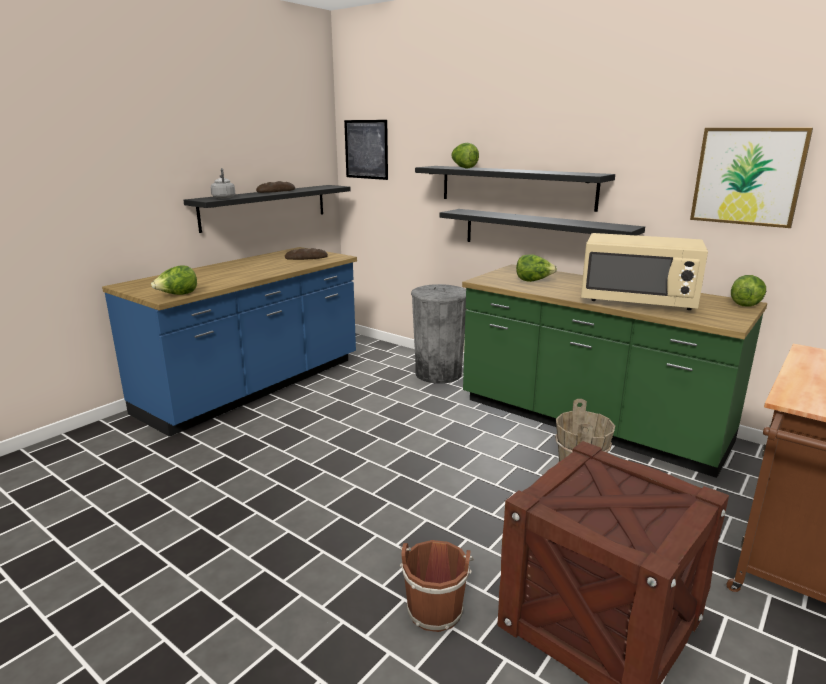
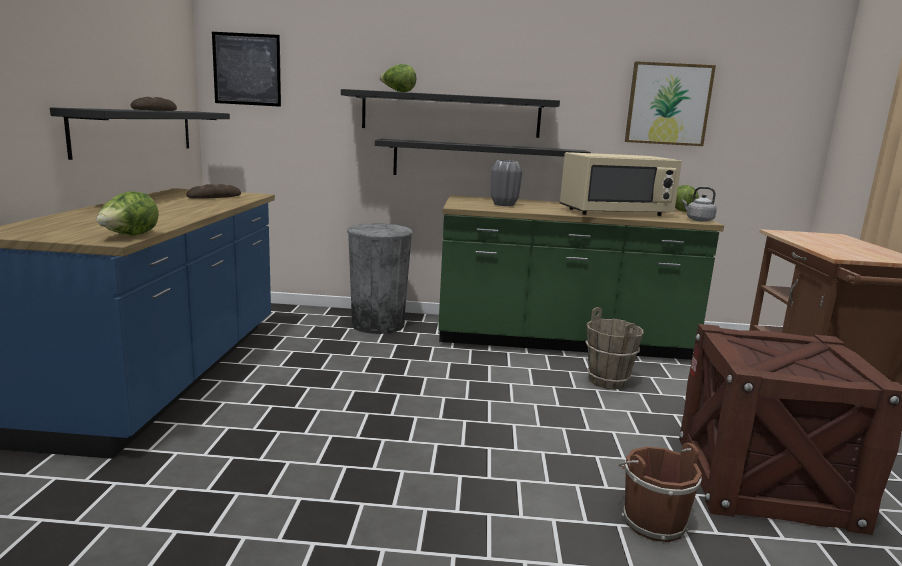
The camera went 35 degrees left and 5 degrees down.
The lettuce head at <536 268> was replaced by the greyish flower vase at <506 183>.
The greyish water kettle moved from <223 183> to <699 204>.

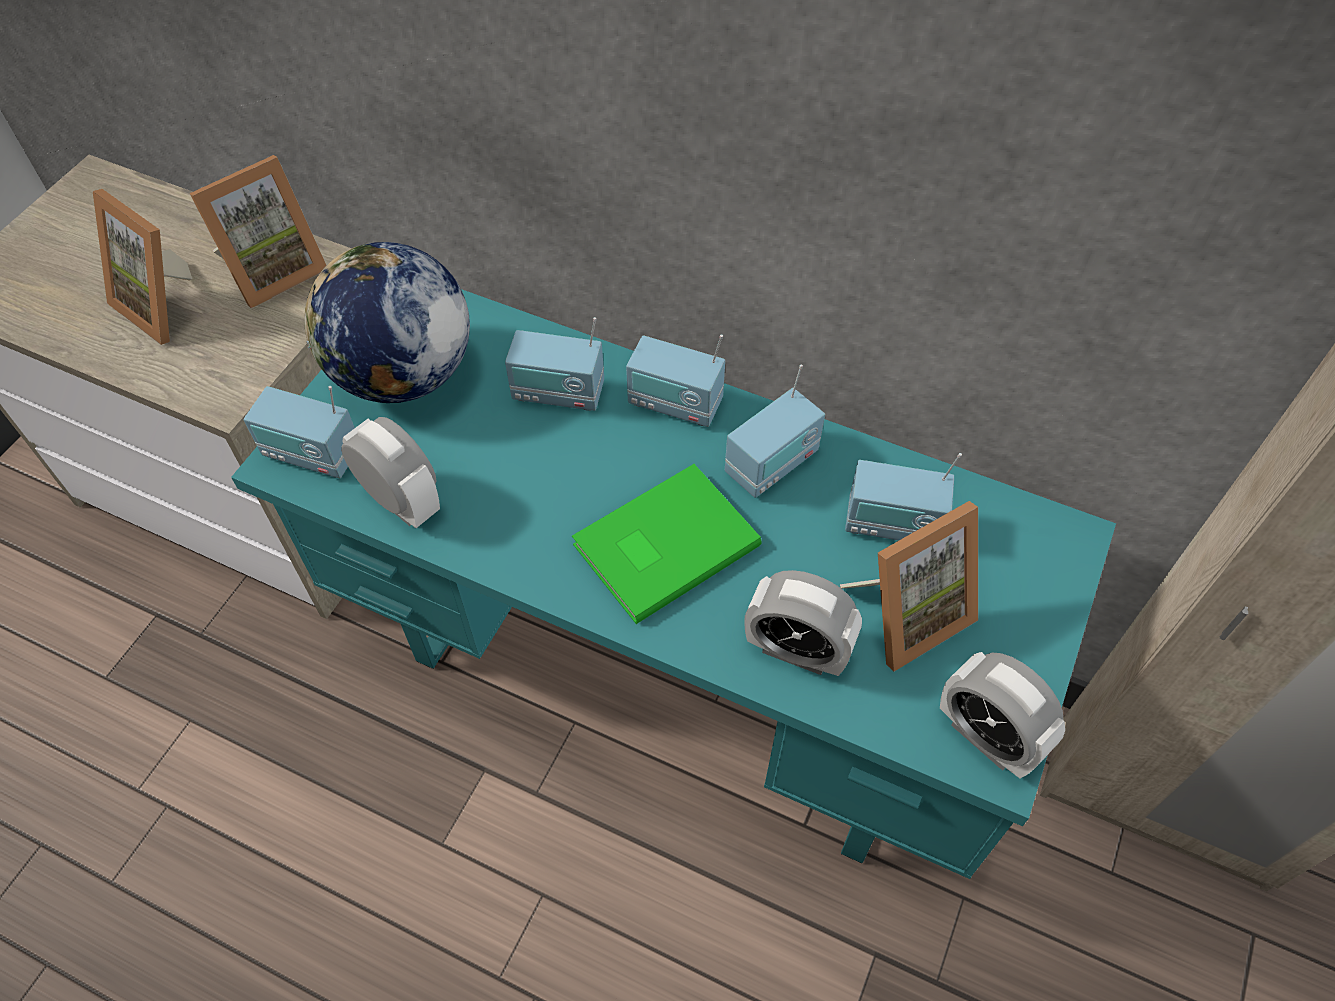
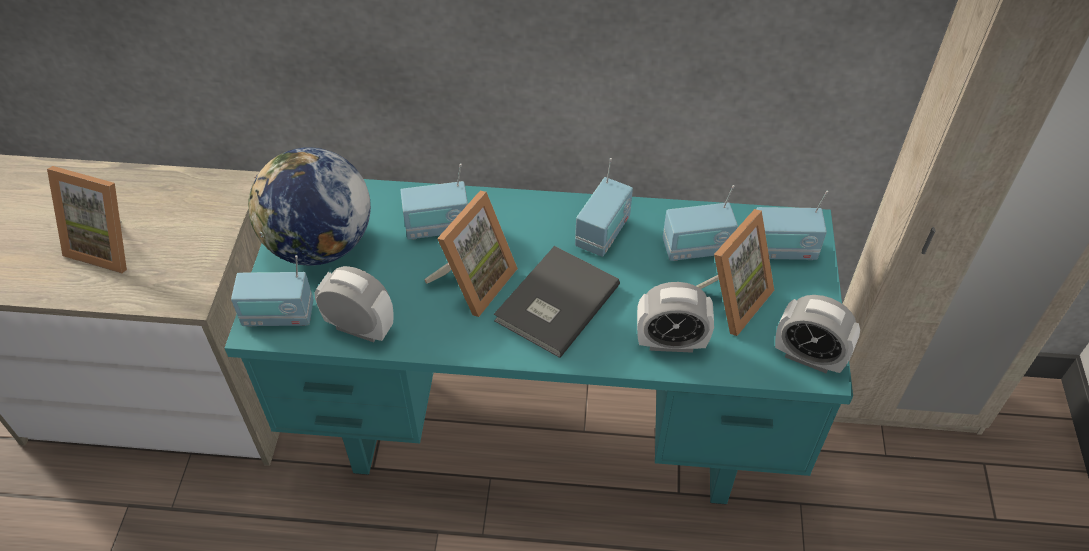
The camera went 20 degrees left and 5 degrees down.
The photo frame moved from <258 231> to <471 254>.
The greenish book at <667 544> became the greyish book at <557 302>.
The radio moved from <675 381> to <792 225>.

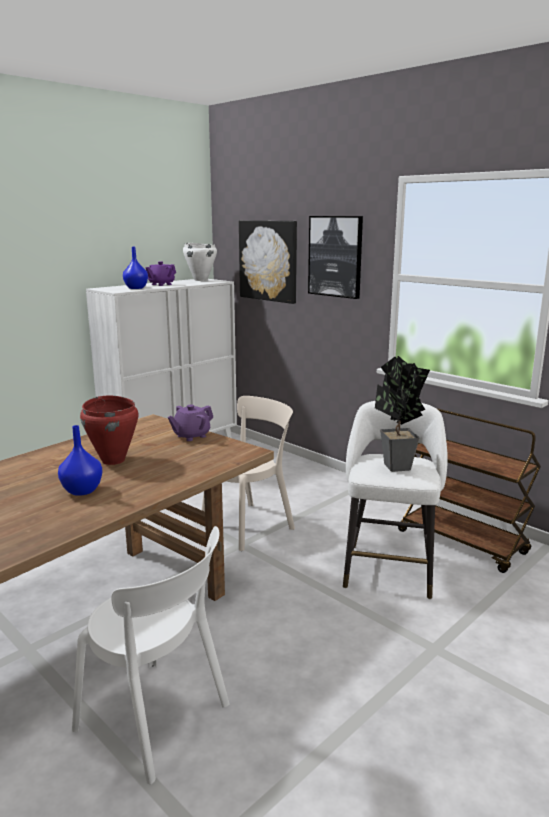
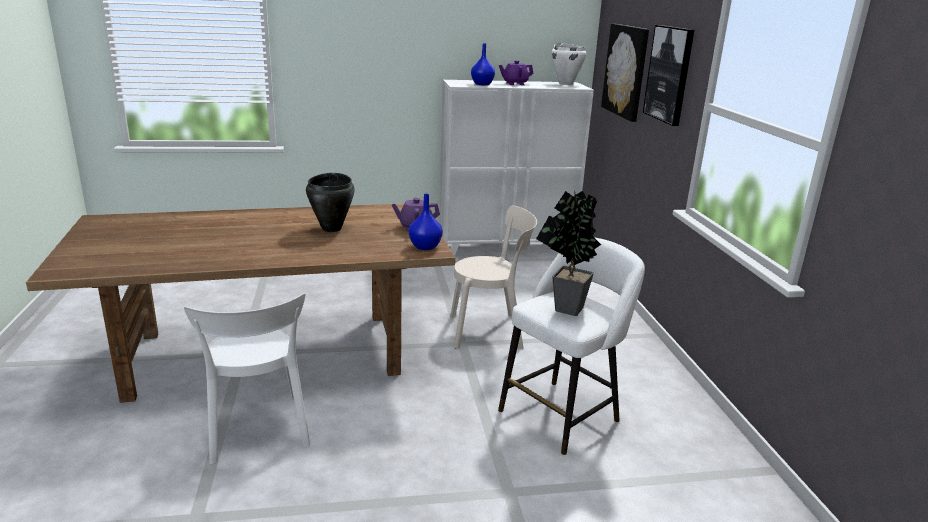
The camera went 35 degrees right and 5 degrees up.
The red-coloured saucepot at <109 430> became the blackish saucepot at <330 202>.
The blue-coloured flower vase moved from <80 460> to <426 222>.
The brown wheeled cart at <469 490> disappeared.

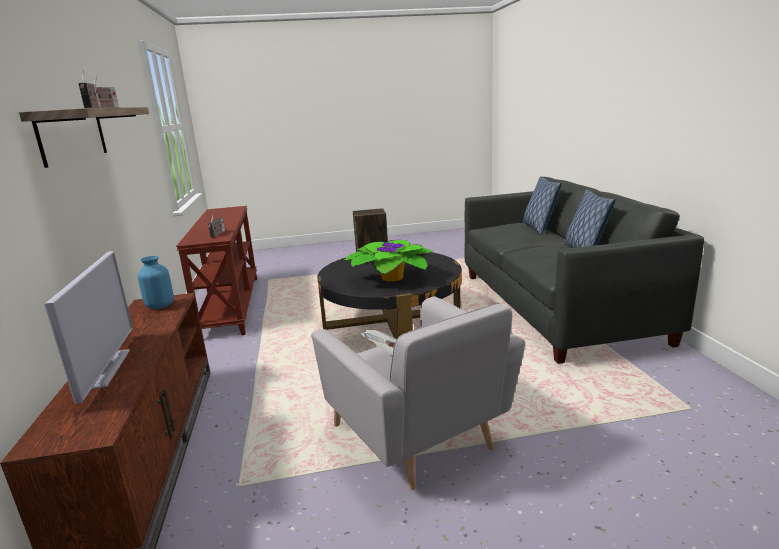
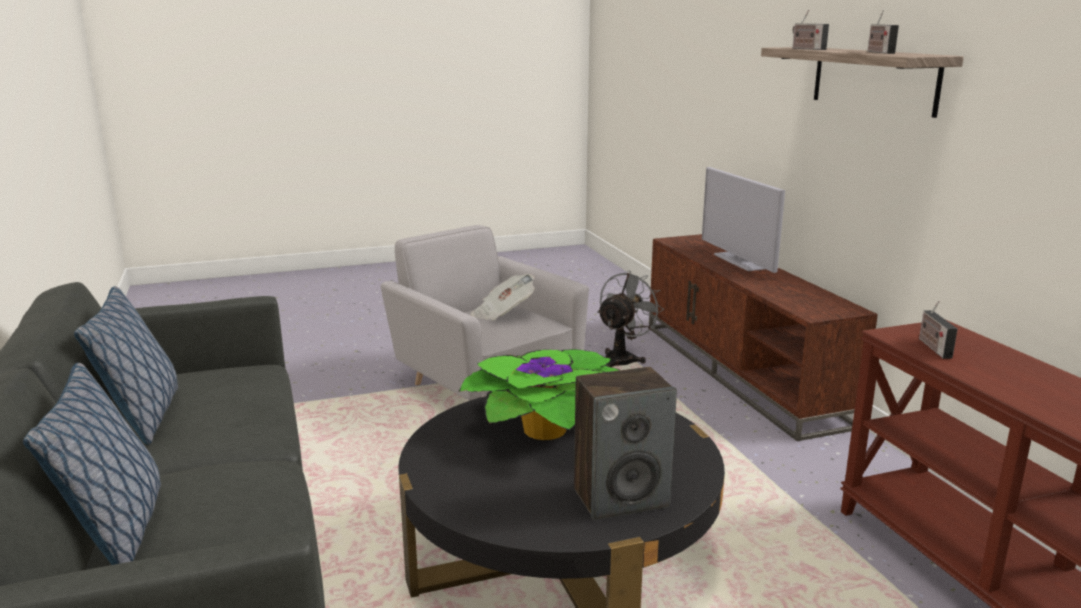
The camera went 170 degrees right and 0 degrees up.
The greyish cooling fan at <630 318> appeared.
The blue-coloured flower vase at <156 282> disappeared.

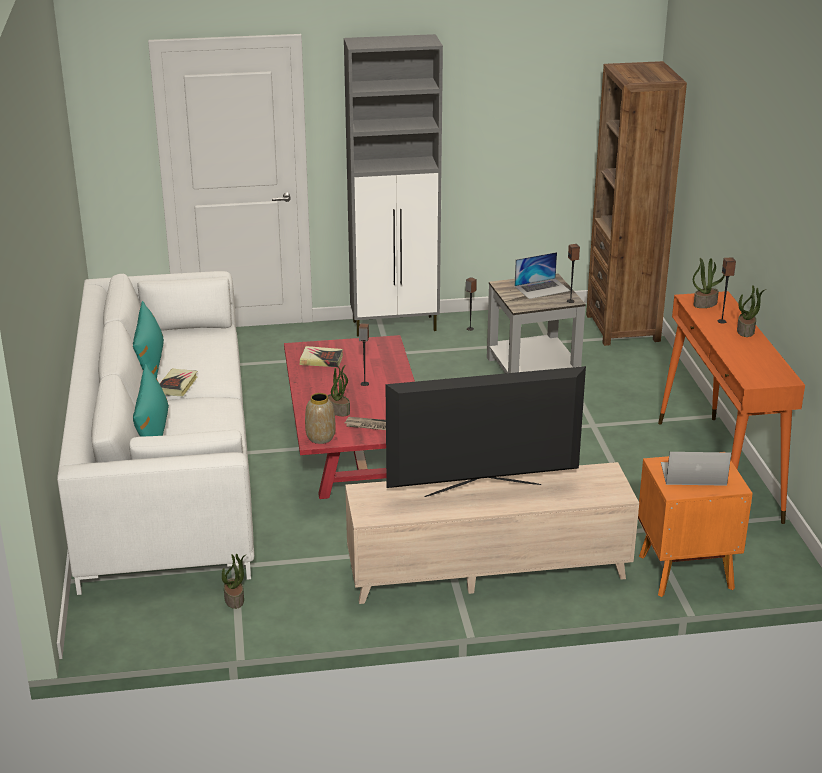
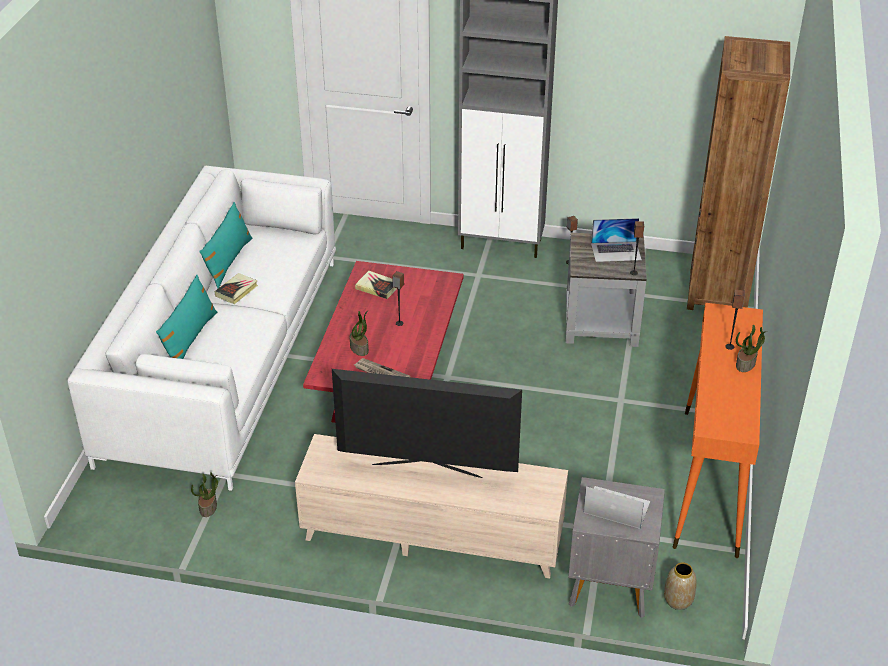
The camera went 20 degrees right and 10 degrees up.
The orangey night table at <695 526> became the greyish night table at <616 547>.
The flower vase moved from <320 418> to <680 586>.
The potted plant at <709 283> disappeared.

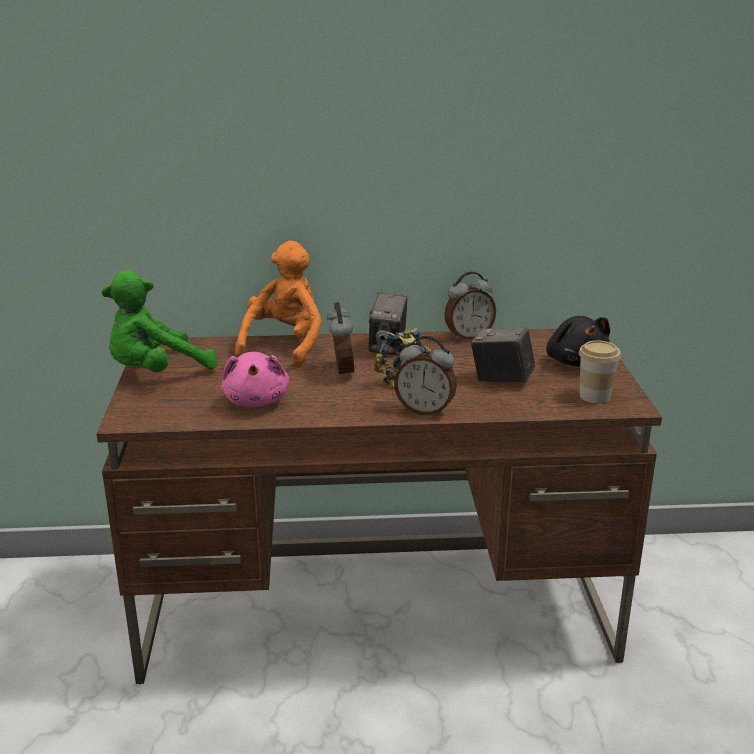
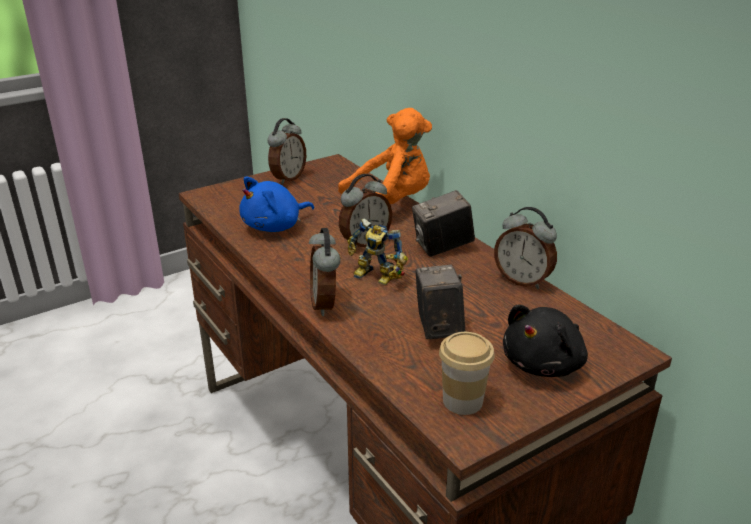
The camera went 60 degrees right and 5 degrees up.
The pink soft toy at <255 379> became the blue-coloured soft toy at <276 204>.
The greenish soft toy at <160 321> was replaced by the alarm clock at <287 151>.

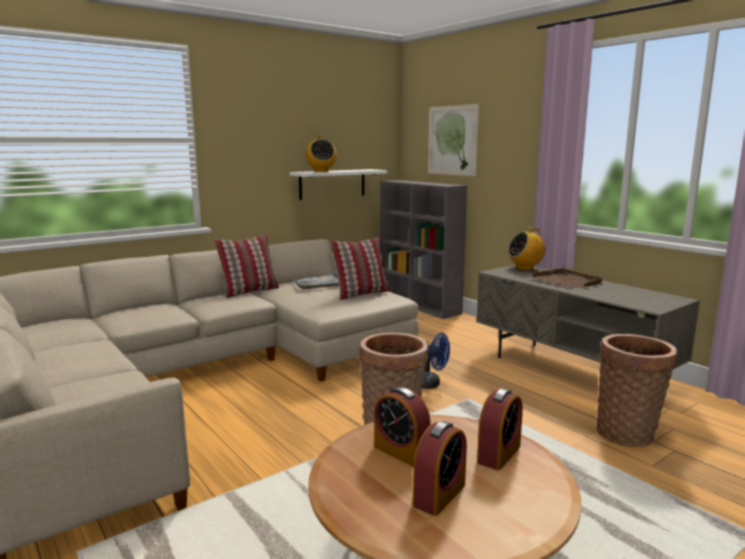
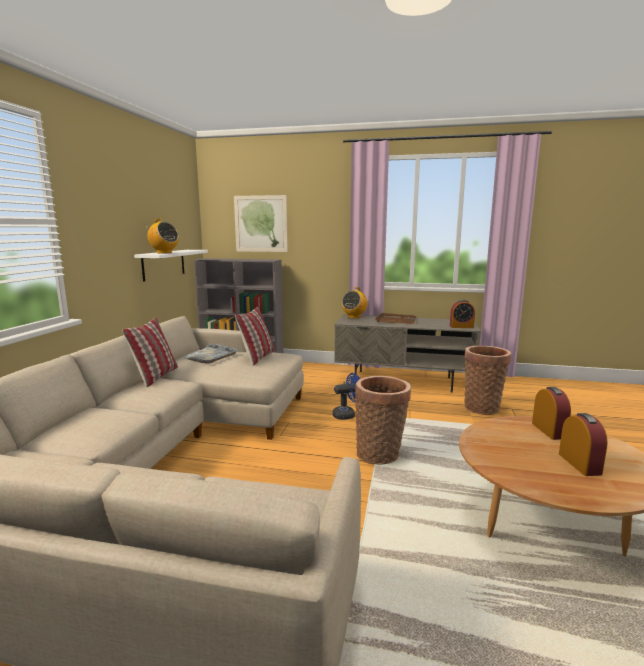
The camera went 40 degrees left and 0 degrees up.
The alarm clock moved from <402 427> to <462 314>.

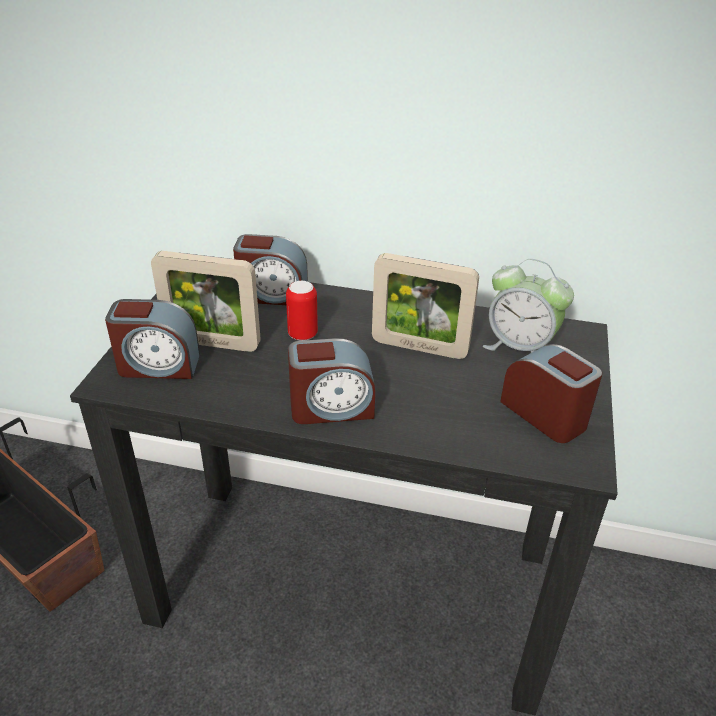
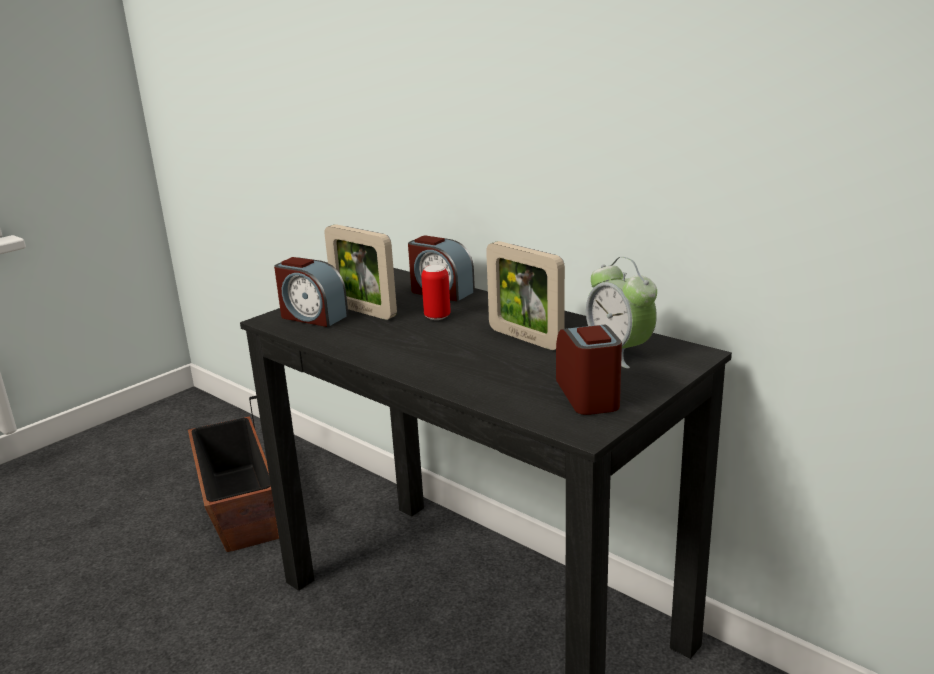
The camera went 30 degrees right and 15 degrees down.
The alarm clock at <332 381> disappeared.

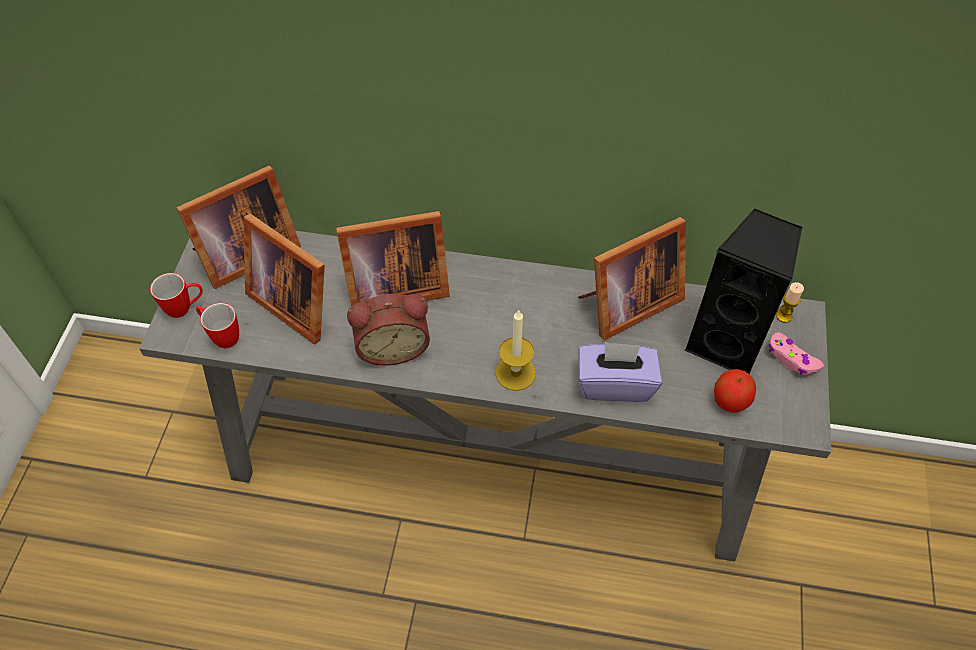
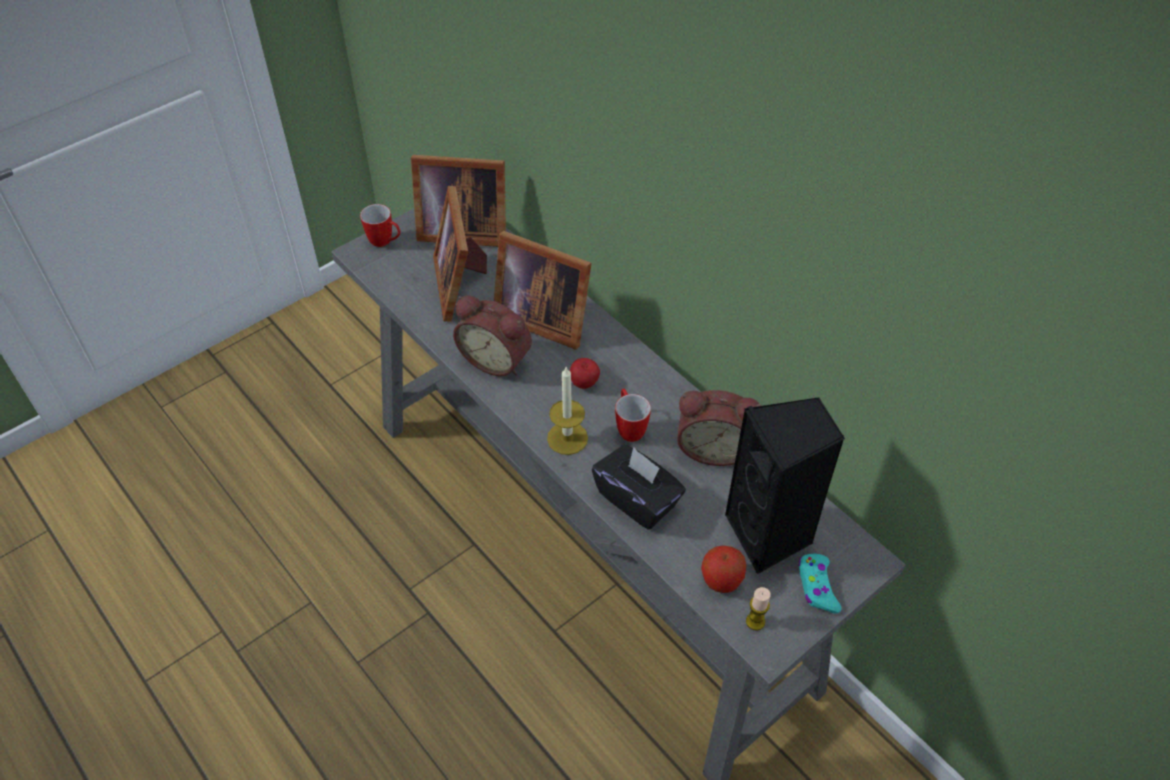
The camera went 40 degrees right and 5 degrees down.
The apple at <585 373> appeared.
The purple box of tissues at <620 372> became the blackish box of tissues at <639 487>.
The mug moved from <217 325> to <633 415>.
The photo frame at <632 278> was replaced by the alarm clock at <719 428>.
The candle moved from <790 302> to <758 609>.
The pink gamepad at <796 353> became the turquoise-coloured gamepad at <819 584>.

